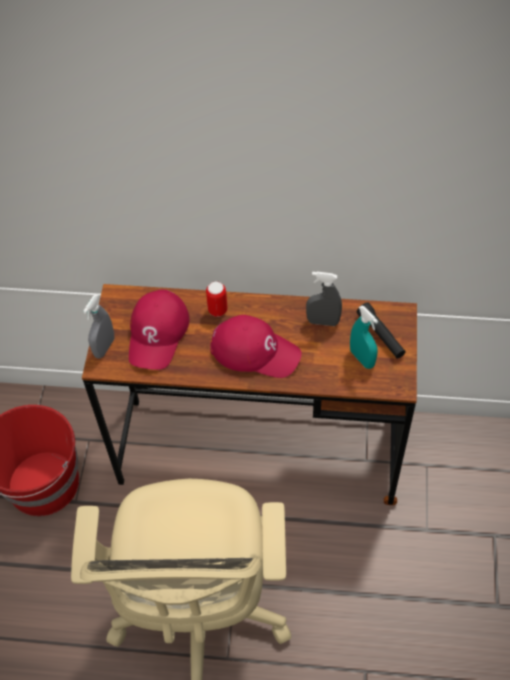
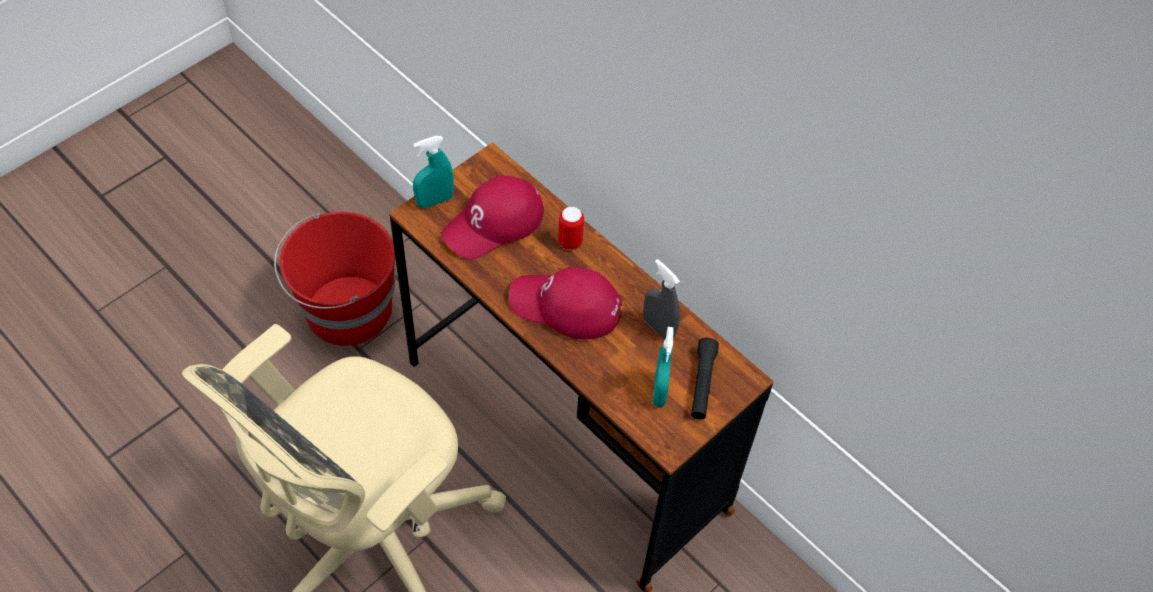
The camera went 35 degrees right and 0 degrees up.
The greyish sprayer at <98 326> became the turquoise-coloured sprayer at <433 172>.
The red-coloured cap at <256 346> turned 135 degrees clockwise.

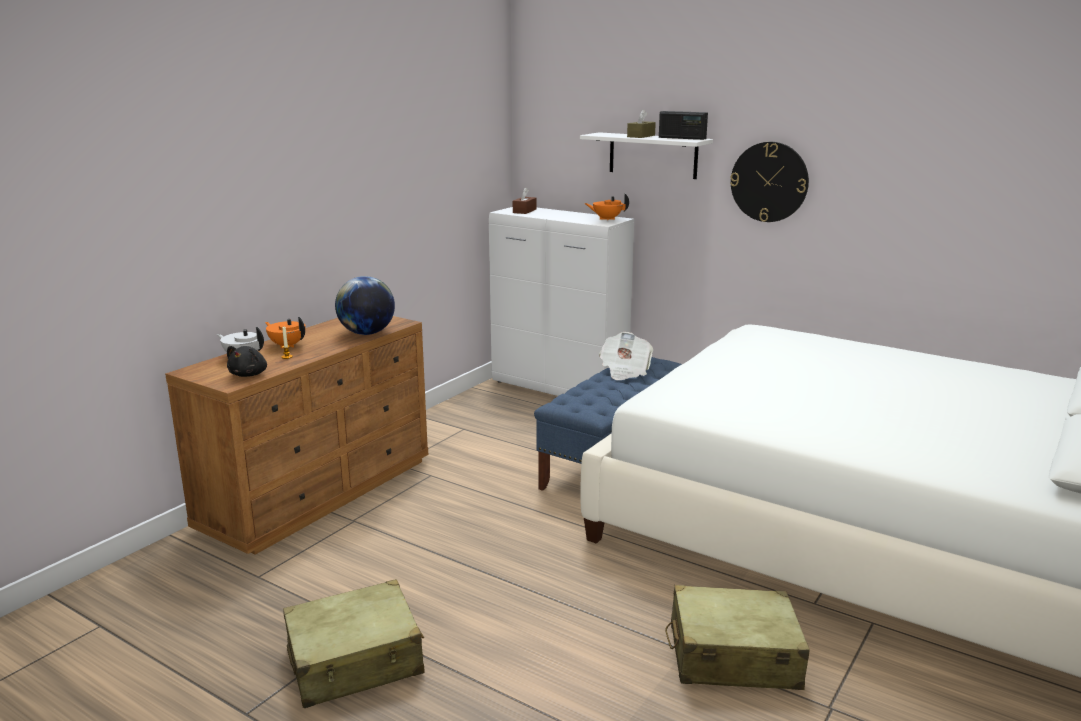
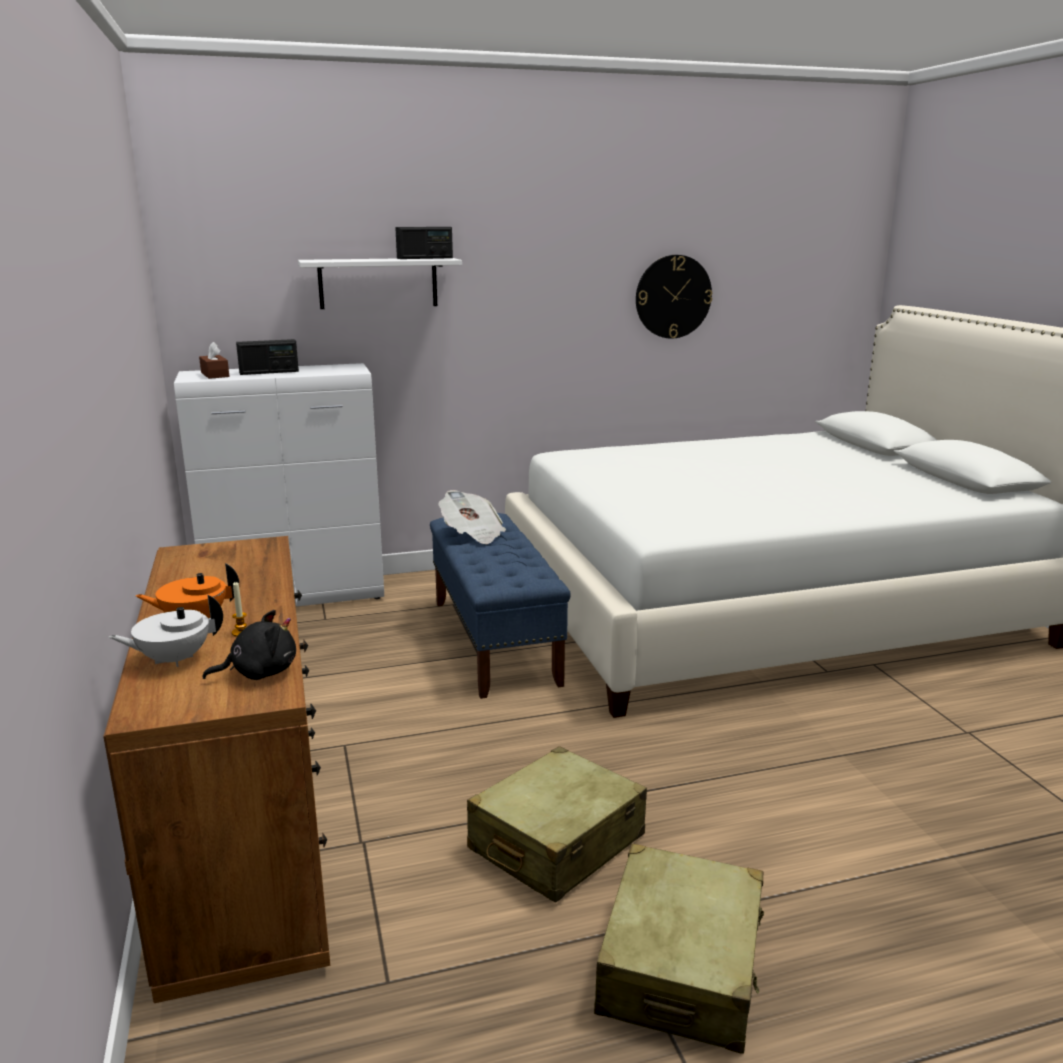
The camera went 50 degrees left and 0 degrees up.
The blackish soft toy at <247 361> turned 75 degrees counterclockwise.
The radio at <267 357> appeared.
The beige travel case moved from <737 637> to <557 824>.
The wall clock moved from <769 182> to <674 297>.
The world globe at <365 305> disappeared.
The orangey teapot at <607 207> disappeared.
The brown box of tissues at <641 123> disappeared.

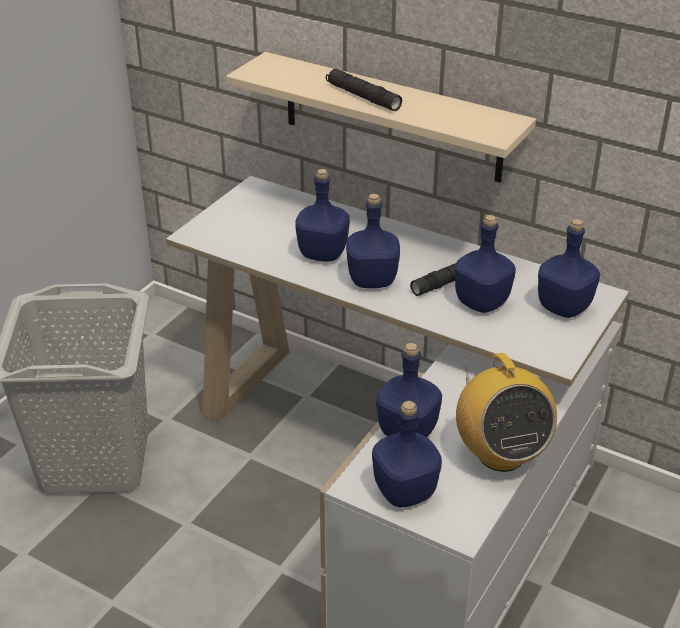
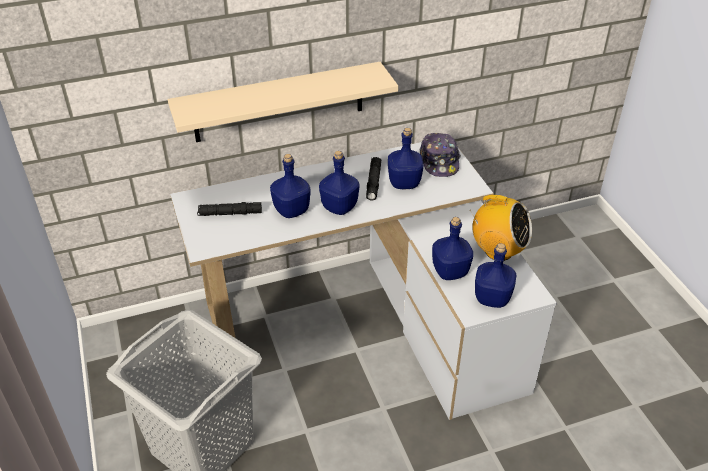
The camera went 50 degrees left and 5 degrees up.
The blackish torch moved from <364 90> to <229 209>.
The blue-coloured beverage bottle at <569 268> was replaced by the cap at <440 155>.

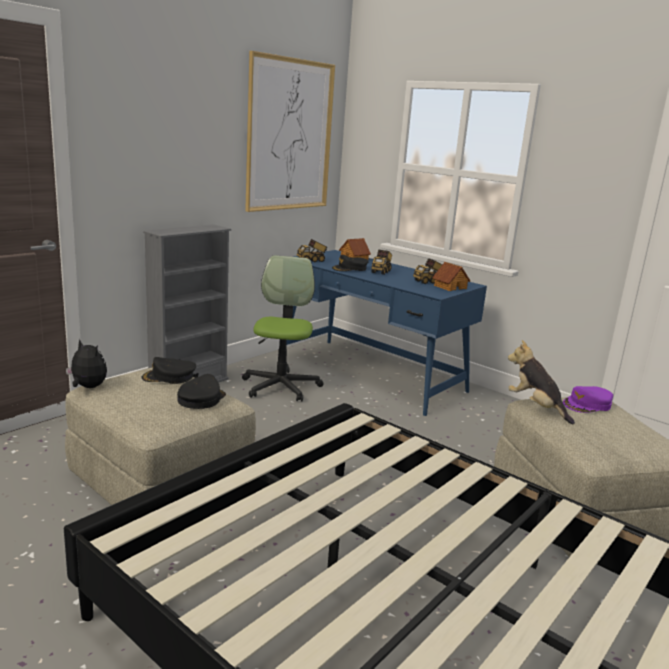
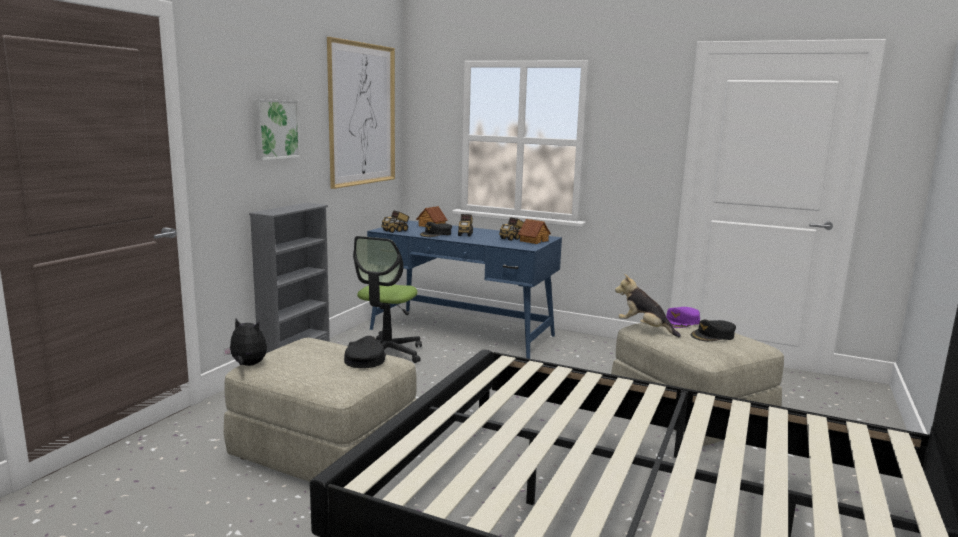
The camera went 15 degrees left and 5 degrees down.
The picture at <277 129> appeared.
The office chair at <282 328> turned 150 degrees counterclockwise.
The blackish cap moved from <168 370> to <713 330>.

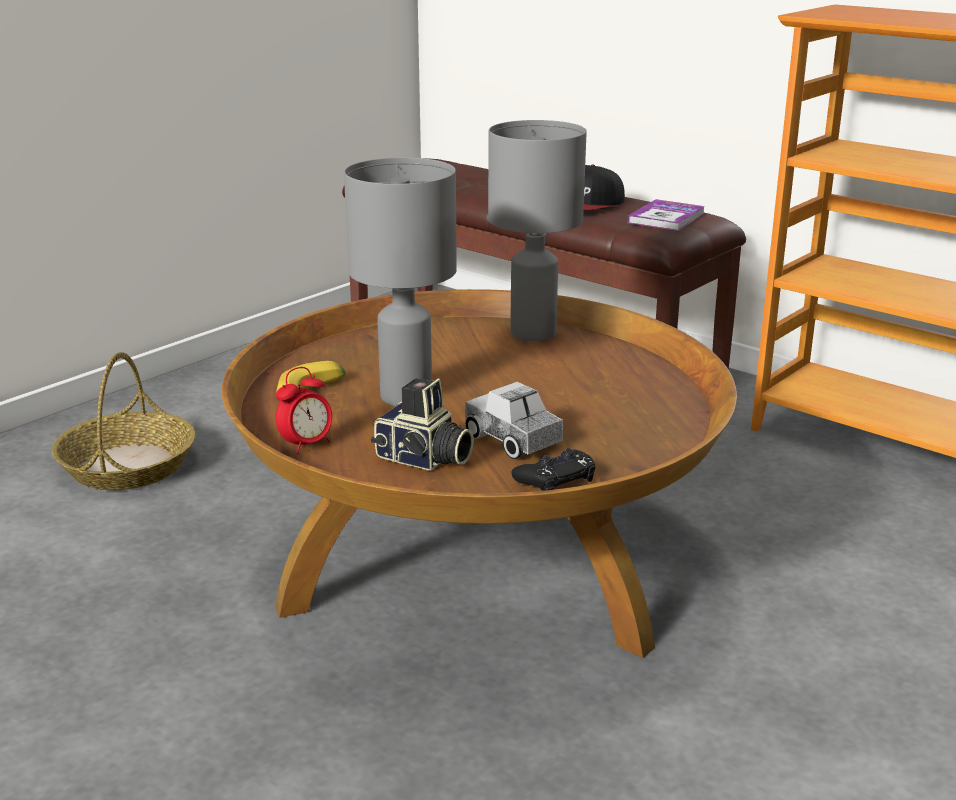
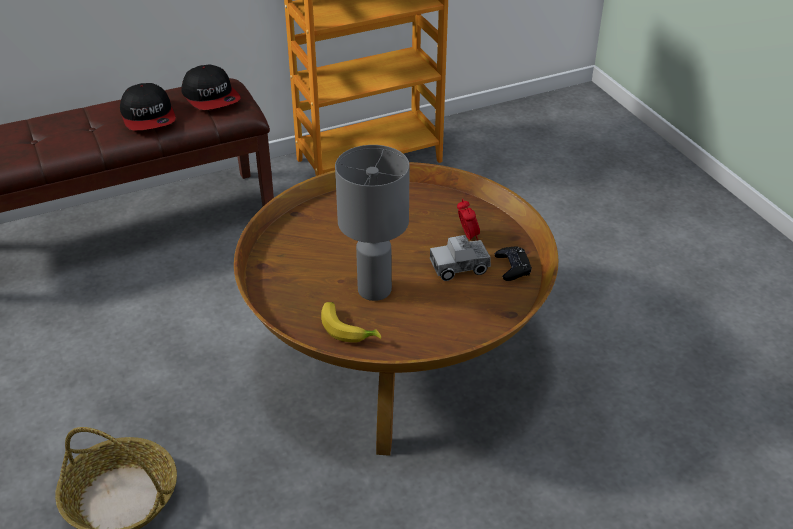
The camera went 65 degrees left and 15 degrees up.
The book at <666 215> was replaced by the cap at <211 87>.
The alarm clock moved from <304 410> to <468 219>.
The photo camera at <422 424> disappeared.
The greyish table lamp at <537 230> disappeared.

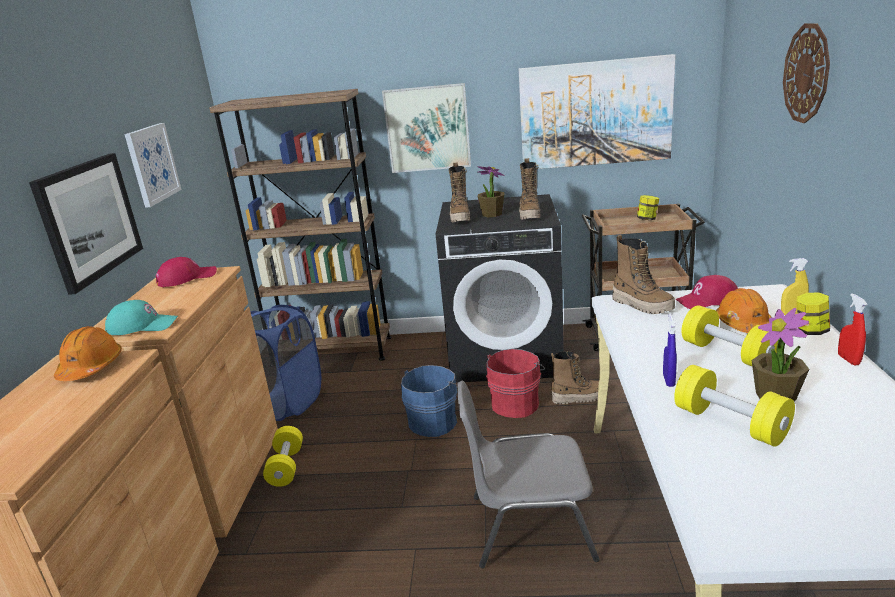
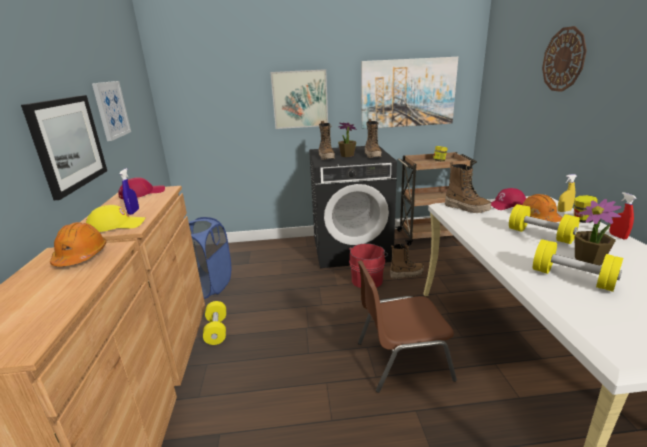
The camera went 10 degrees left and 0 degrees up.
The turquoise-coloured cap at <141 317> became the yellow cap at <116 218>.
The blue-coloured sprayer moved from <670 350> to <129 191>.
The greyish upright chair at <528 474> became the brown upright chair at <407 326>.
The brown bookshelf at <300 225> disappeared.
The blue-coloured water bucket at <429 401> disappeared.

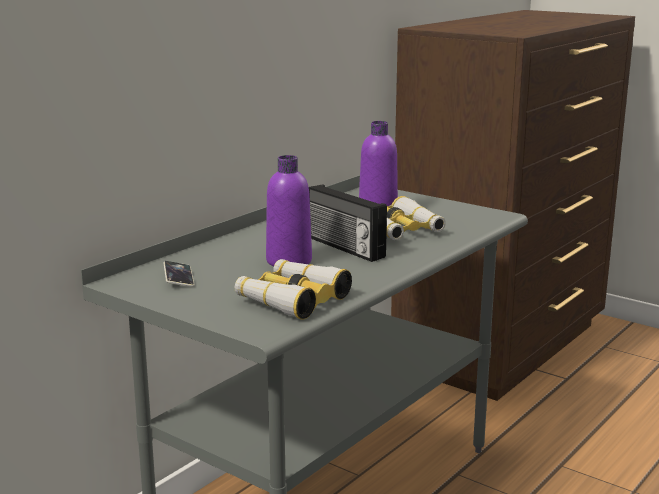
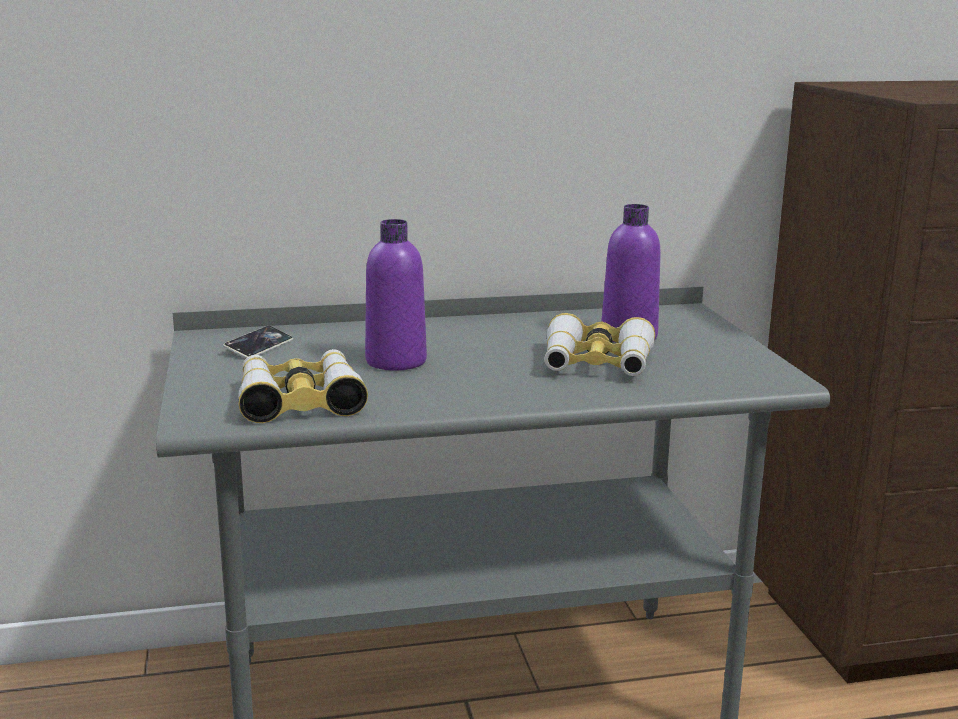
The camera went 40 degrees right and 0 degrees up.
The radio at <348 223> disappeared.

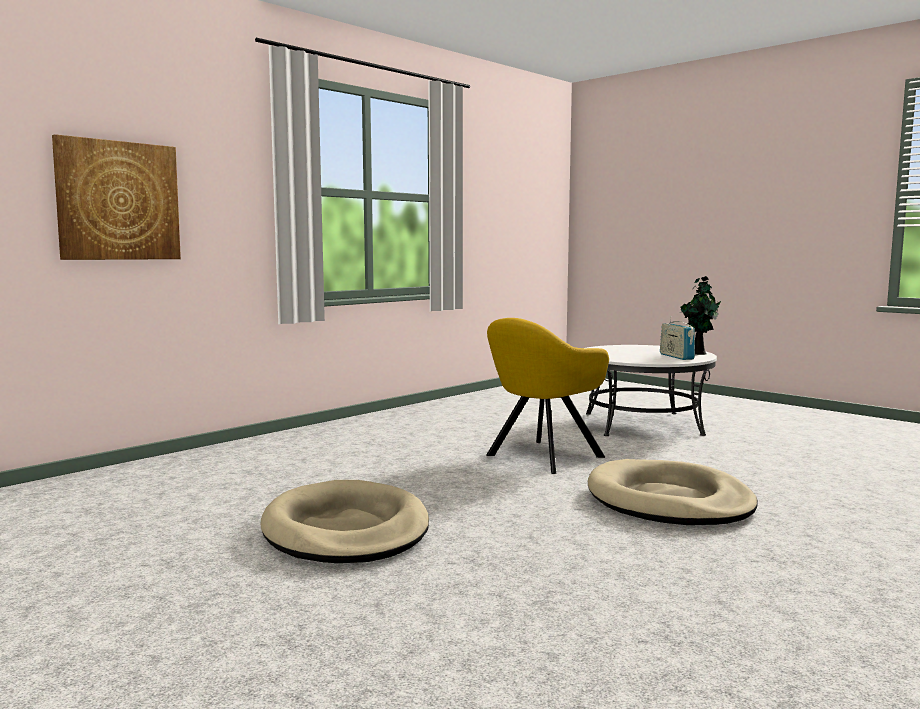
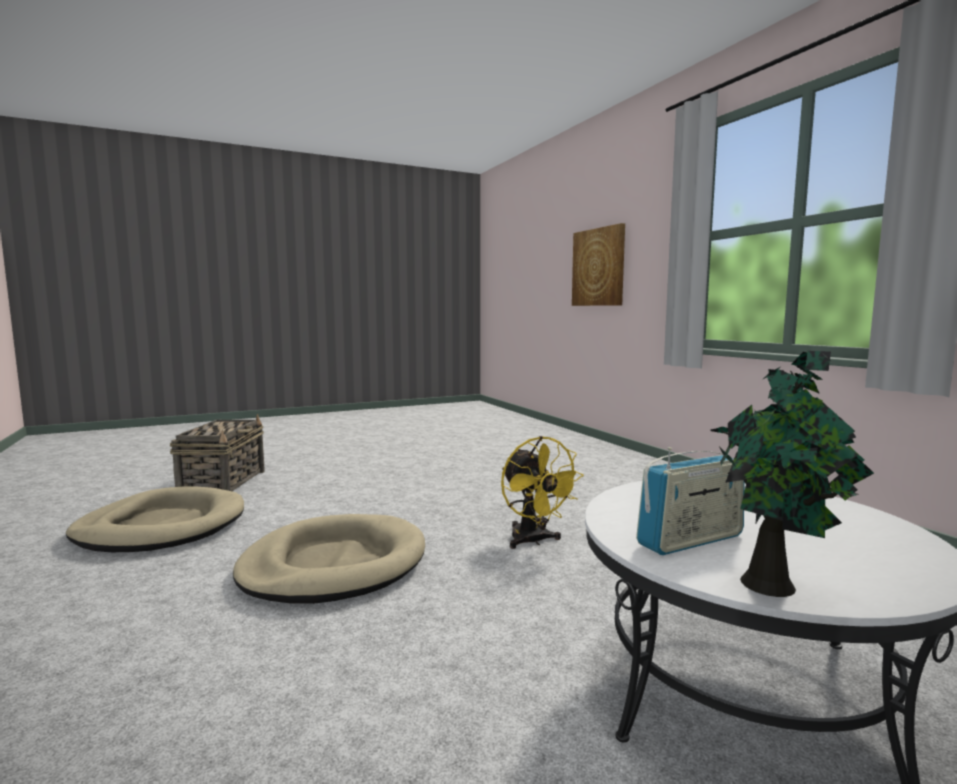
The camera went 110 degrees right and 0 degrees up.
The beige pet bed moved from <345 521> to <155 519>.
The basket at <217 452> appeared.
The yellow lounge chair at <547 396> was replaced by the yellow cooling fan at <542 492>.
The radio at <677 338> turned 150 degrees clockwise.

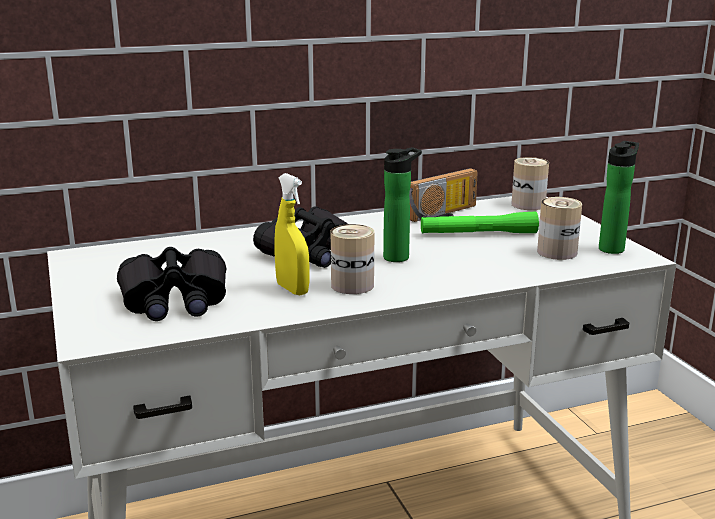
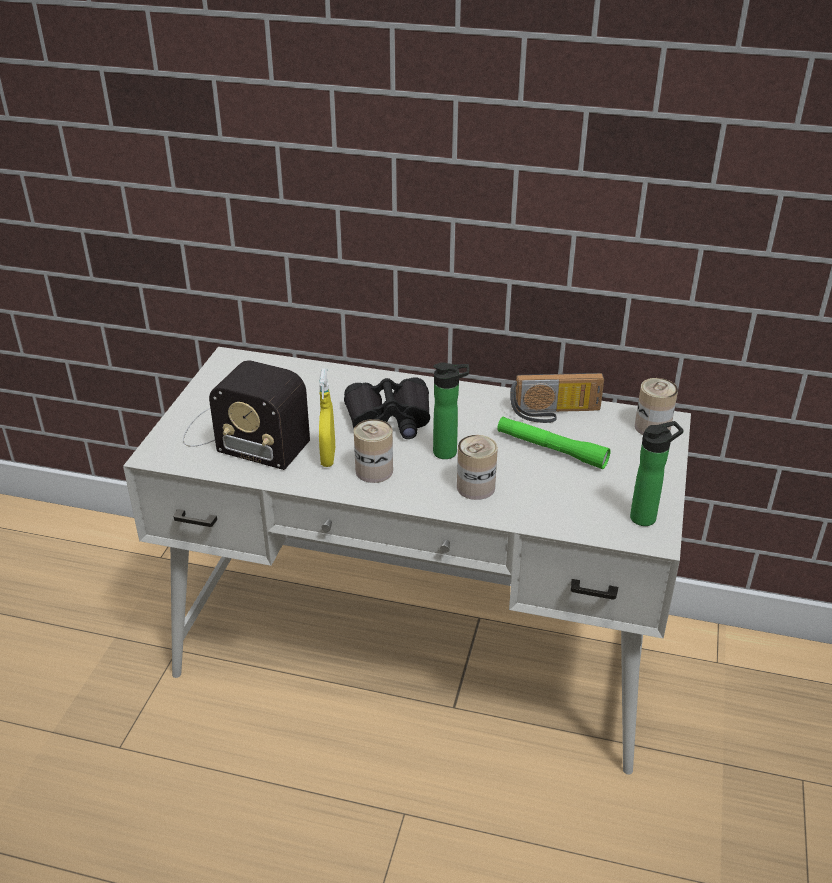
The camera went 35 degrees right and 15 degrees up.
The blackish pair of binoculars at <171 284> was replaced by the radio at <246 415>.
The sealed can moved from <559 228> to <477 467>.

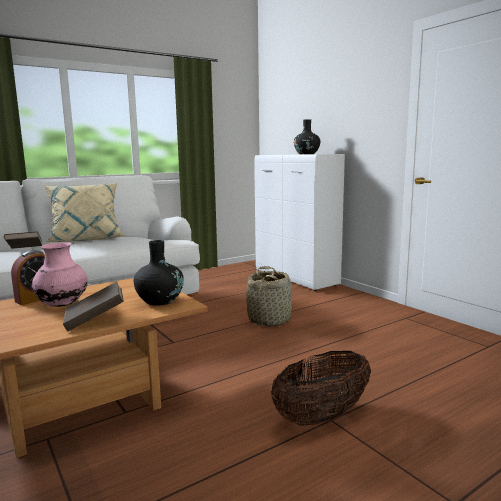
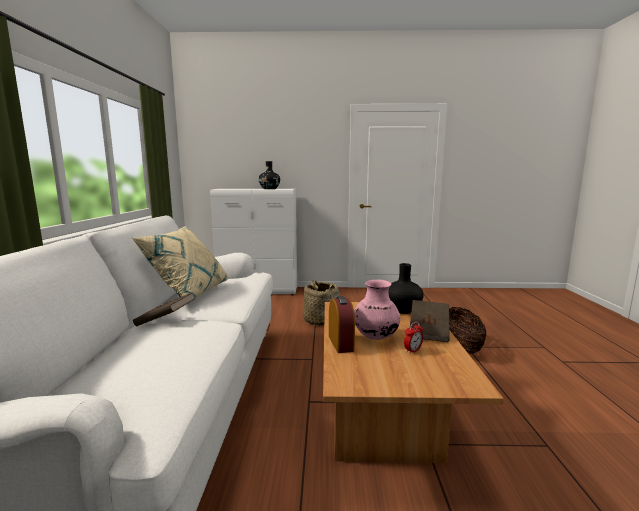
The camera went 55 degrees left and 0 degrees up.
The alarm clock at <413 338> appeared.

